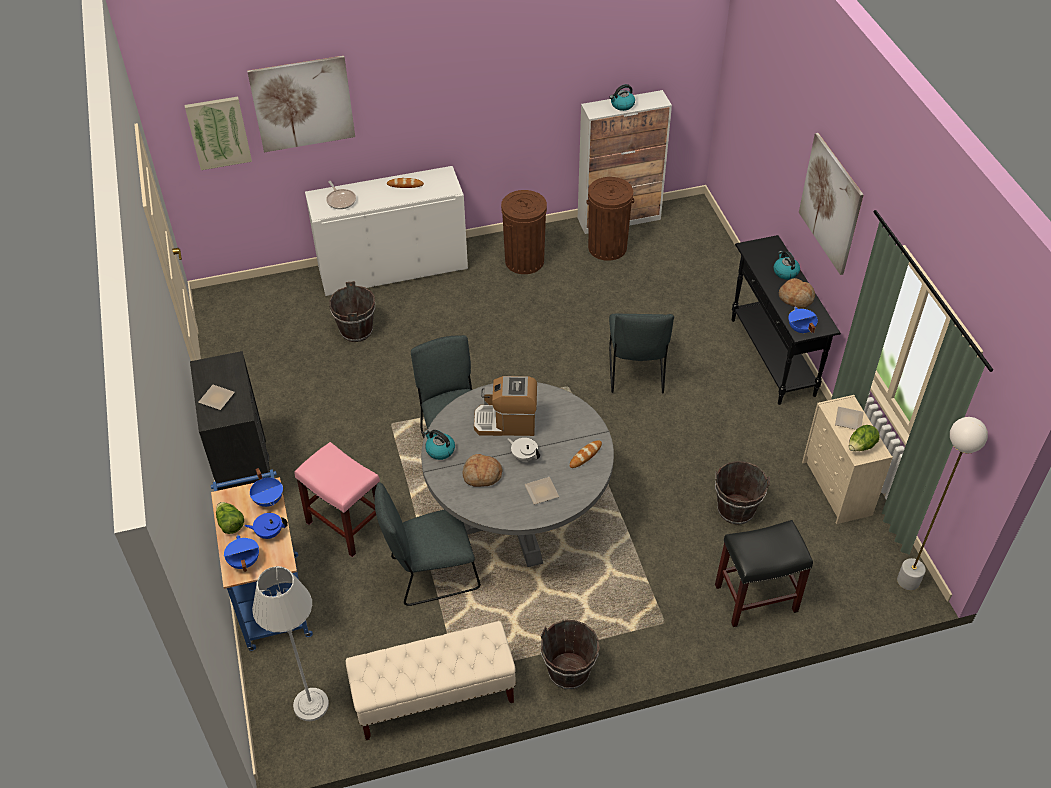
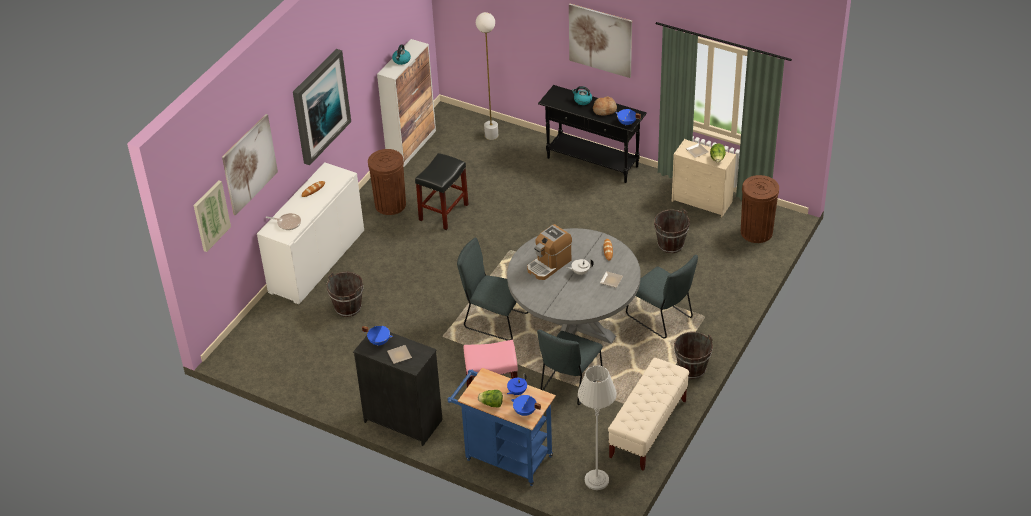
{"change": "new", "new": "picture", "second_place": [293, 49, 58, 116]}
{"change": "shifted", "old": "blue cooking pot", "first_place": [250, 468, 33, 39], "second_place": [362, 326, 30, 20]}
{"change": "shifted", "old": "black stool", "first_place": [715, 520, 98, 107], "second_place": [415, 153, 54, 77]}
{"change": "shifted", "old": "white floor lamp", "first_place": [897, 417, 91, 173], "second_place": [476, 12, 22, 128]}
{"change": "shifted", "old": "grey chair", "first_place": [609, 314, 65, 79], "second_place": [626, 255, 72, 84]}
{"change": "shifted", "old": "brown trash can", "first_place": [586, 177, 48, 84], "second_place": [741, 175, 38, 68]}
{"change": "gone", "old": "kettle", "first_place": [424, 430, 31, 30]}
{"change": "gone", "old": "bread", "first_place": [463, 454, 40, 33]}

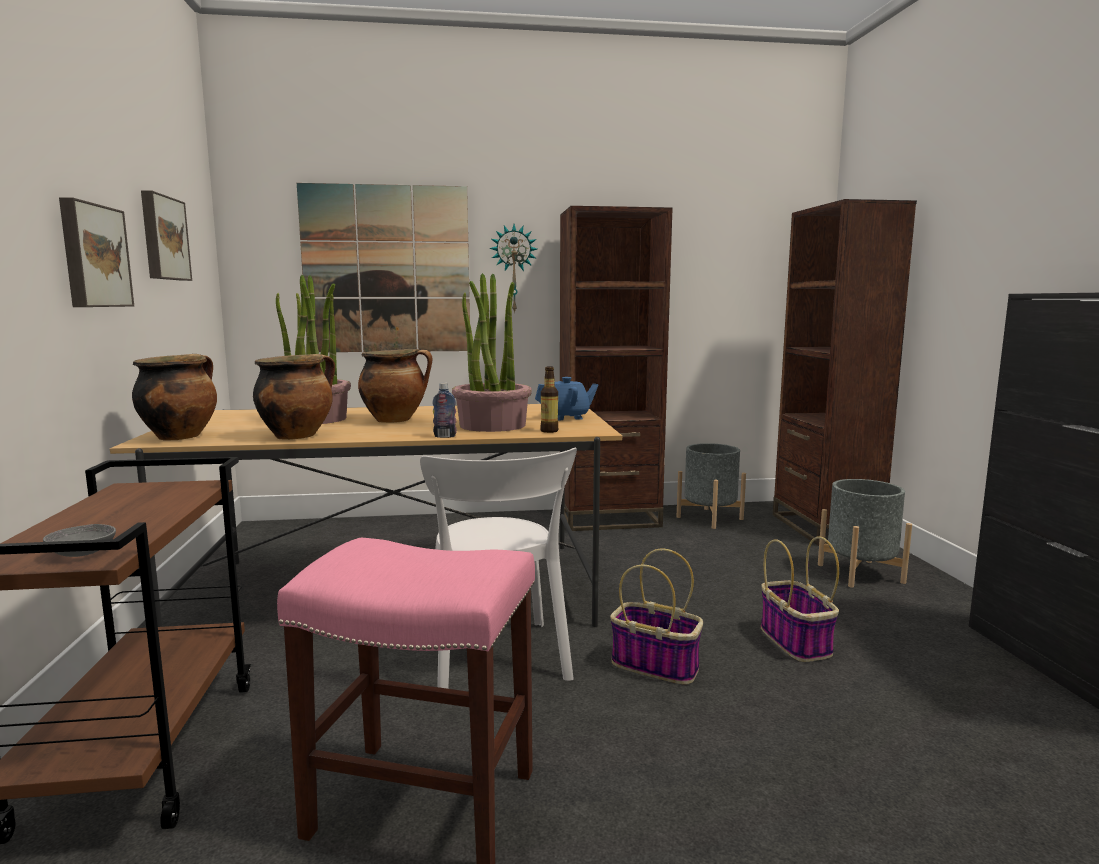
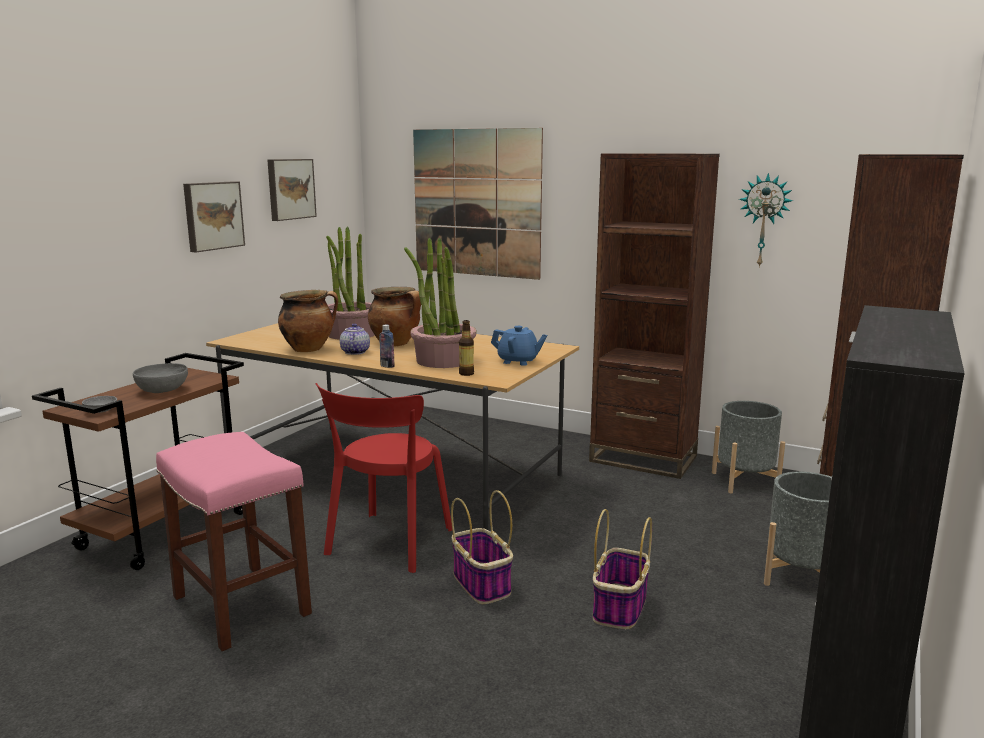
{"change": "new", "new": "grey bowl", "second_place": [133, 363, 55, 30]}
{"change": "repainted", "old": "white chair", "new": "red chair", "first_place": [420, 448, 157, 241], "second_place": [316, 383, 136, 190]}
{"change": "new", "new": "teapot", "second_place": [340, 323, 30, 32]}
{"change": "shifted", "old": "wall clock", "first_place": [490, 224, 47, 90], "second_place": [739, 173, 54, 95]}
{"change": "gone", "old": "cooking pot", "first_place": [132, 354, 85, 87]}

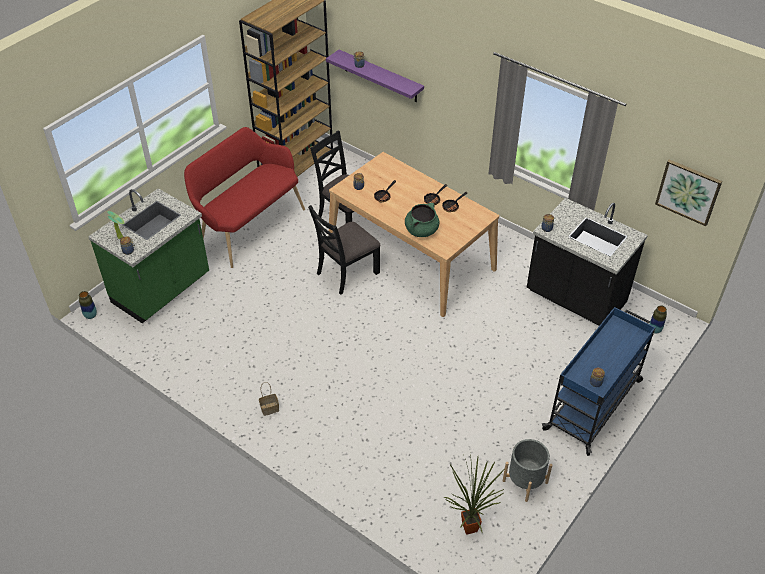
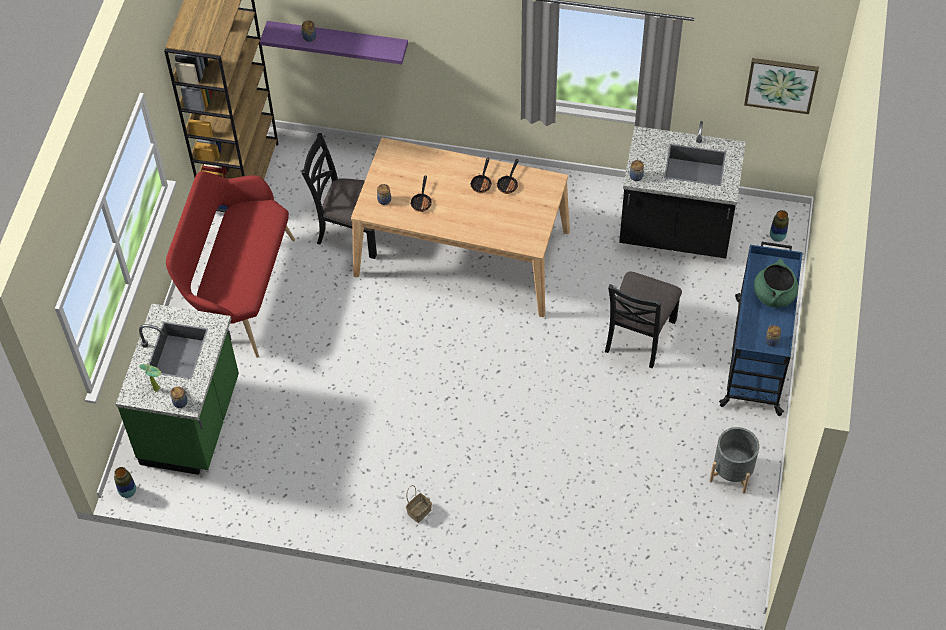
{"change": "shifted", "old": "black chair", "first_place": [308, 205, 72, 90], "second_place": [605, 272, 77, 96]}
{"change": "shifted", "old": "green cooking pot", "first_place": [405, 203, 34, 34], "second_place": [754, 259, 44, 49]}
{"change": "gone", "old": "potted plant", "first_place": [444, 454, 60, 81]}

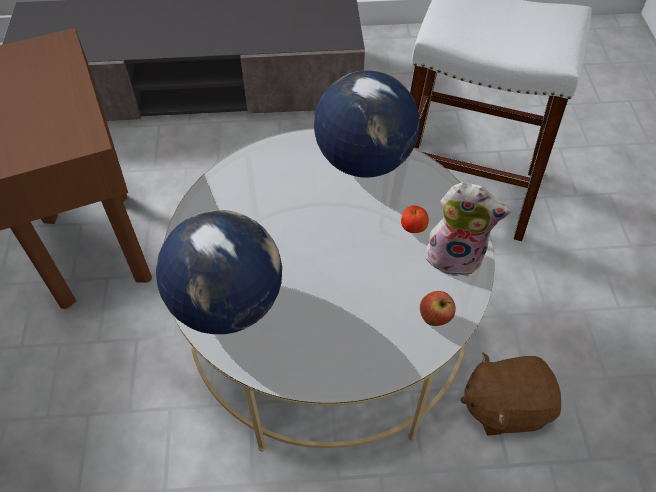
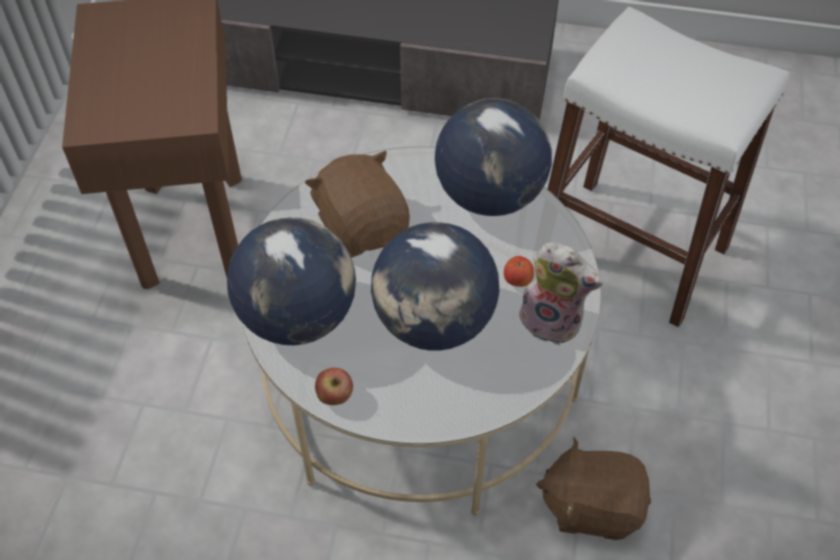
{"change": "new", "new": "brown plush toy", "second_place": [305, 151, 105, 106]}
{"change": "shifted", "old": "apple", "first_place": [420, 291, 36, 35], "second_place": [315, 368, 38, 37]}
{"change": "new", "new": "globe", "second_place": [371, 222, 128, 129]}

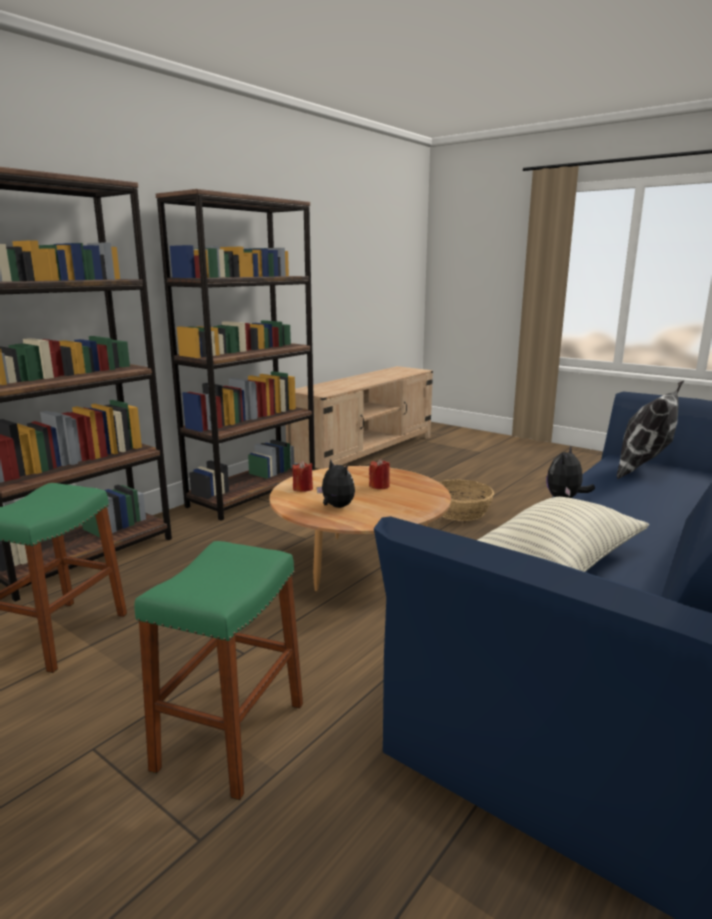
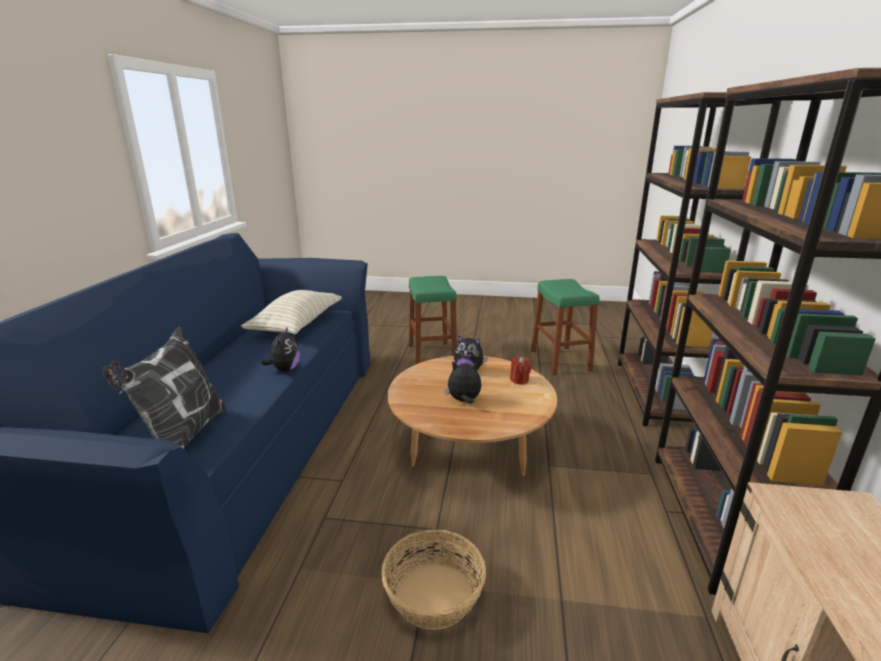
{"change": "swapped", "old": "red candle", "new": "plush toy", "first_place": [369, 459, 21, 30], "second_place": [445, 361, 36, 43]}

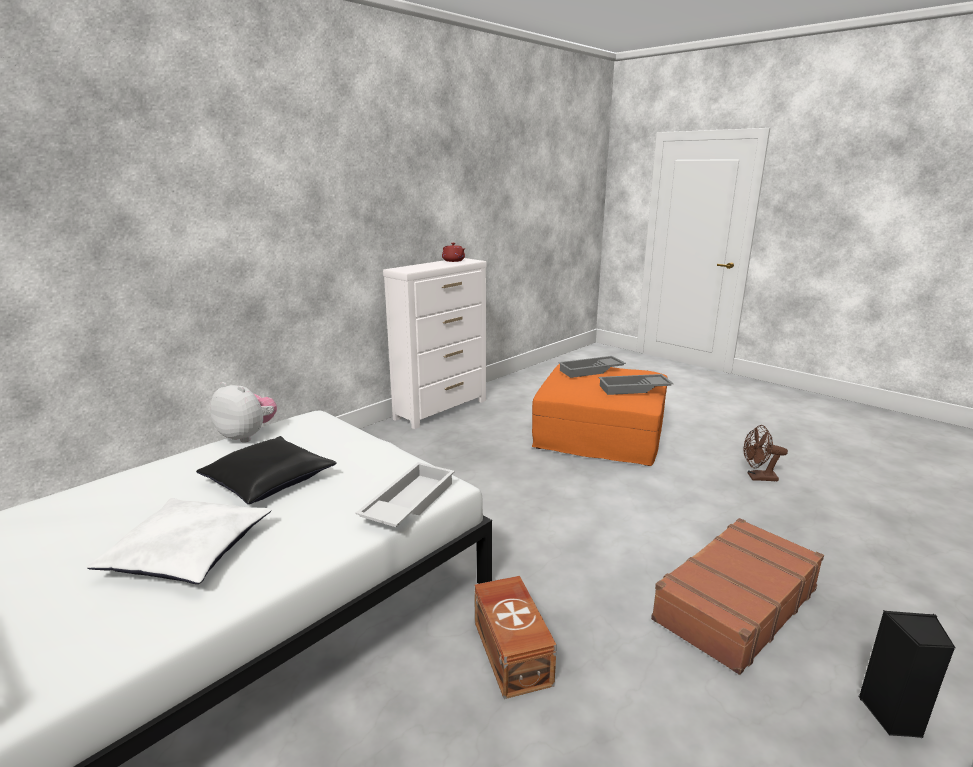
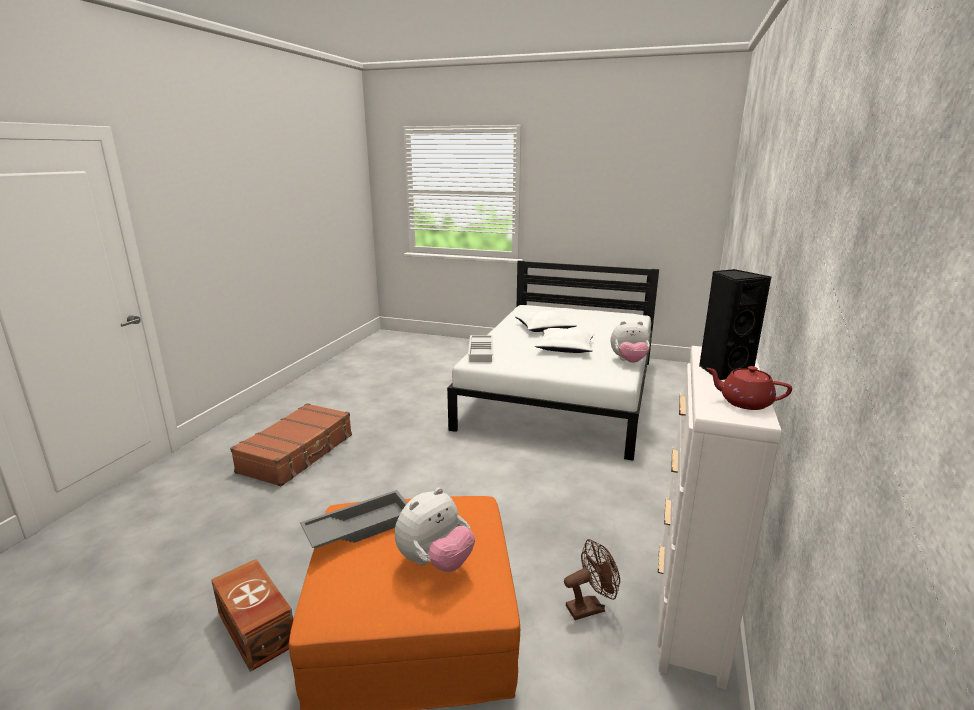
{"change": "shifted", "old": "brown storage box", "first_place": [474, 576, 83, 123], "second_place": [211, 559, 82, 113]}
{"change": "swapped", "old": "grey tray", "new": "plush toy", "first_place": [558, 356, 68, 22], "second_place": [395, 488, 80, 84]}
{"change": "repainted", "old": "black pillow", "new": "white pillow", "first_place": [196, 436, 141, 68], "second_place": [535, 328, 59, 25]}
{"change": "shifted", "old": "brown fan", "first_place": [743, 425, 45, 56], "second_place": [564, 539, 56, 81]}
{"change": "shifted", "old": "black speaker", "first_place": [858, 610, 97, 128], "second_place": [699, 269, 72, 111]}

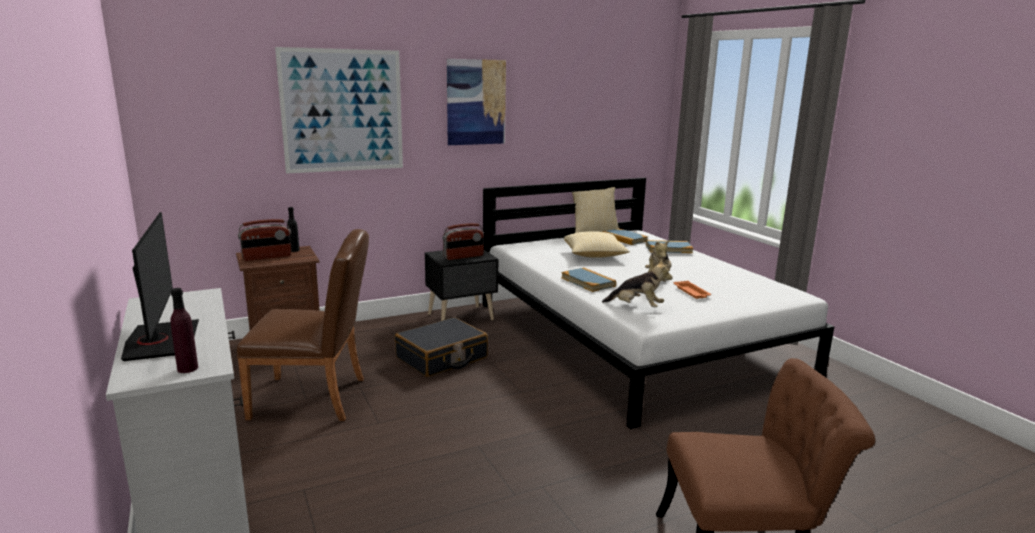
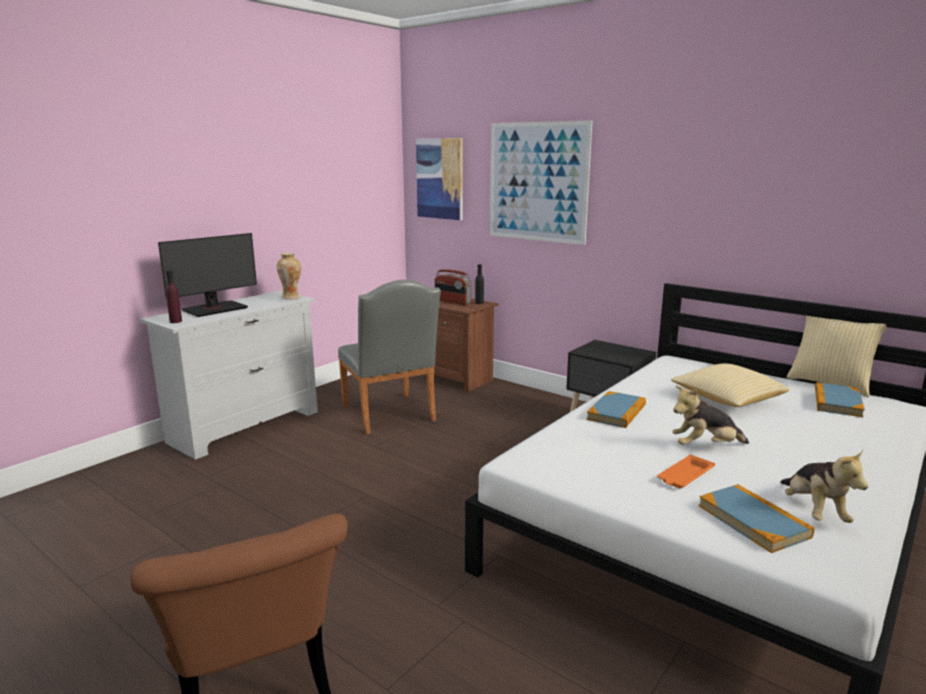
{"change": "new", "new": "vase", "second_place": [276, 253, 25, 47]}
{"change": "repainted", "old": "brown chair", "new": "grey chair", "first_place": [237, 229, 132, 192], "second_place": [338, 280, 103, 154]}
{"change": "shifted", "old": "picture", "first_place": [447, 59, 59, 86], "second_place": [416, 138, 47, 82]}
{"change": "shifted", "old": "book", "first_place": [646, 240, 47, 13], "second_place": [699, 484, 115, 69]}
{"change": "shifted", "old": "plush toy", "first_place": [602, 259, 71, 48], "second_place": [780, 450, 88, 73]}
{"change": "gone", "old": "black suitcase", "first_place": [395, 317, 93, 60]}
{"change": "gone", "old": "radio", "first_place": [443, 223, 41, 37]}

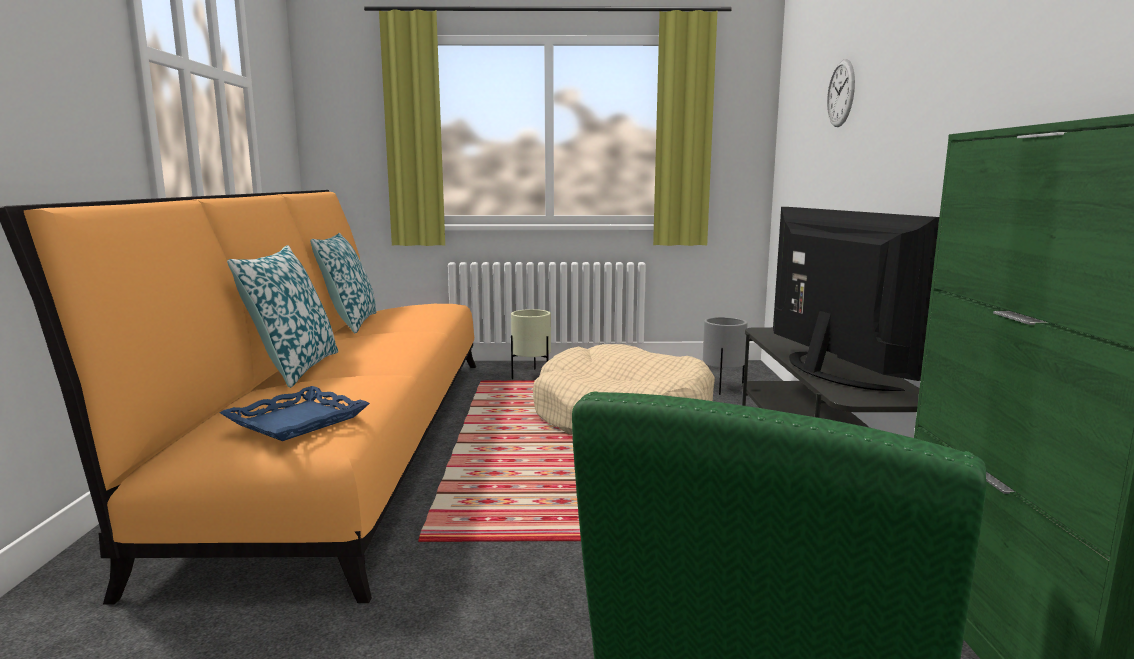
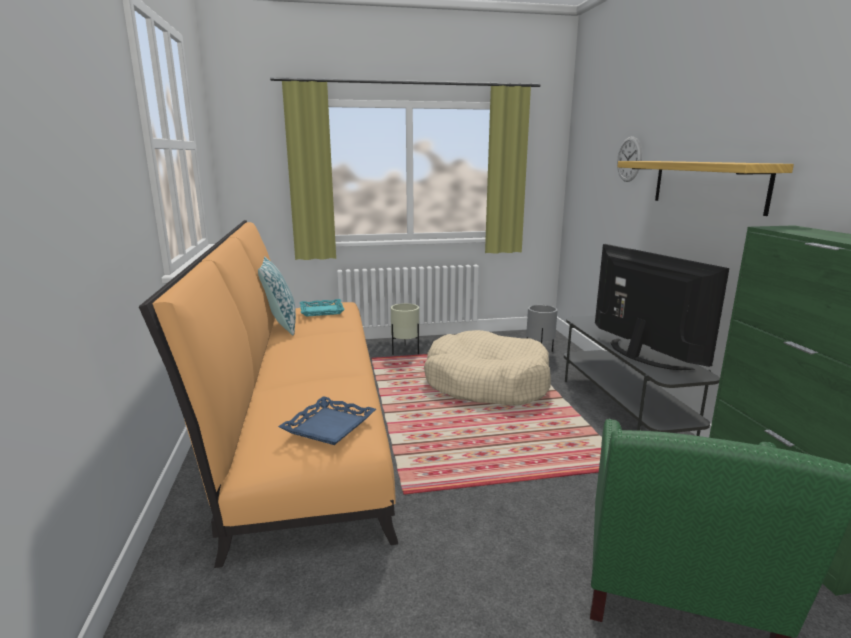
{"change": "new", "new": "turquoise tray", "second_place": [300, 299, 45, 18]}
{"change": "new", "new": "shelf", "second_place": [617, 161, 177, 55]}
{"change": "gone", "old": "pillow", "first_place": [227, 245, 111, 143]}

